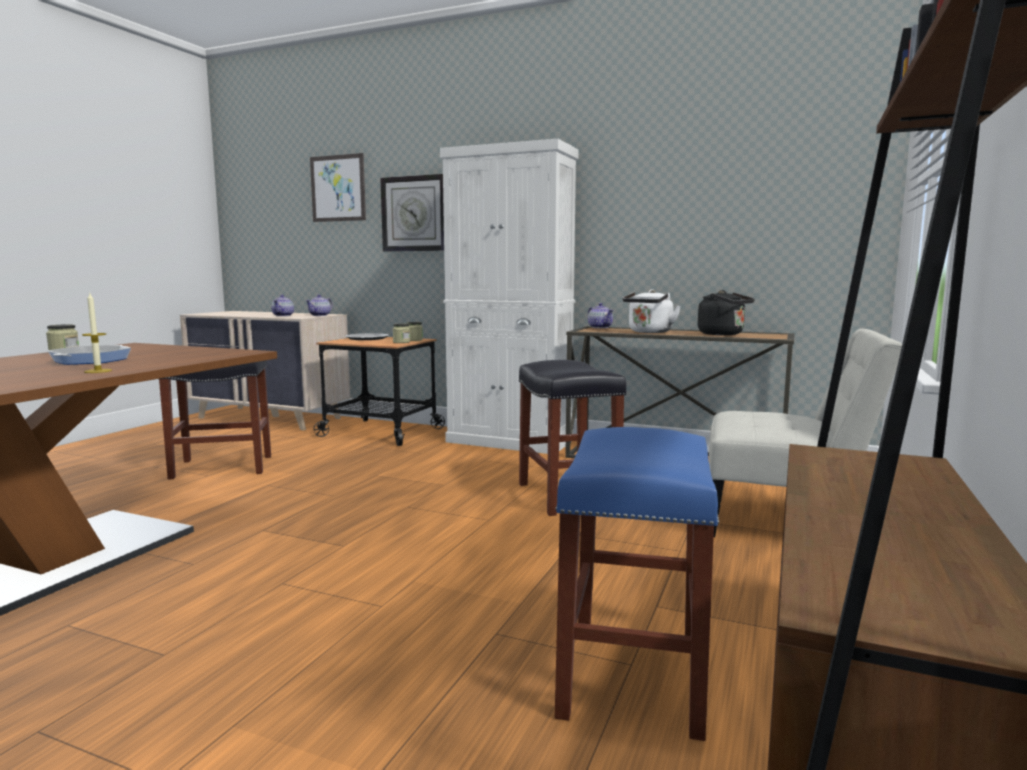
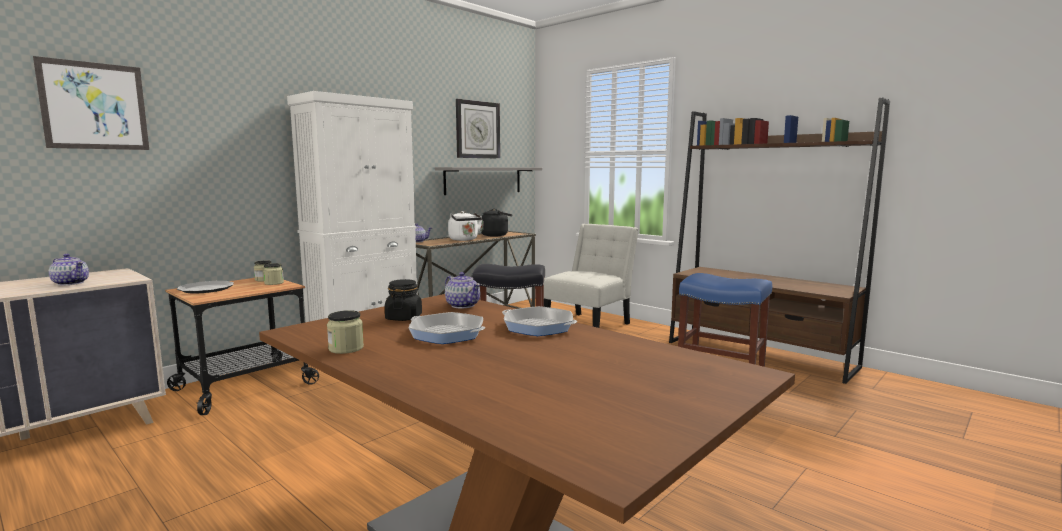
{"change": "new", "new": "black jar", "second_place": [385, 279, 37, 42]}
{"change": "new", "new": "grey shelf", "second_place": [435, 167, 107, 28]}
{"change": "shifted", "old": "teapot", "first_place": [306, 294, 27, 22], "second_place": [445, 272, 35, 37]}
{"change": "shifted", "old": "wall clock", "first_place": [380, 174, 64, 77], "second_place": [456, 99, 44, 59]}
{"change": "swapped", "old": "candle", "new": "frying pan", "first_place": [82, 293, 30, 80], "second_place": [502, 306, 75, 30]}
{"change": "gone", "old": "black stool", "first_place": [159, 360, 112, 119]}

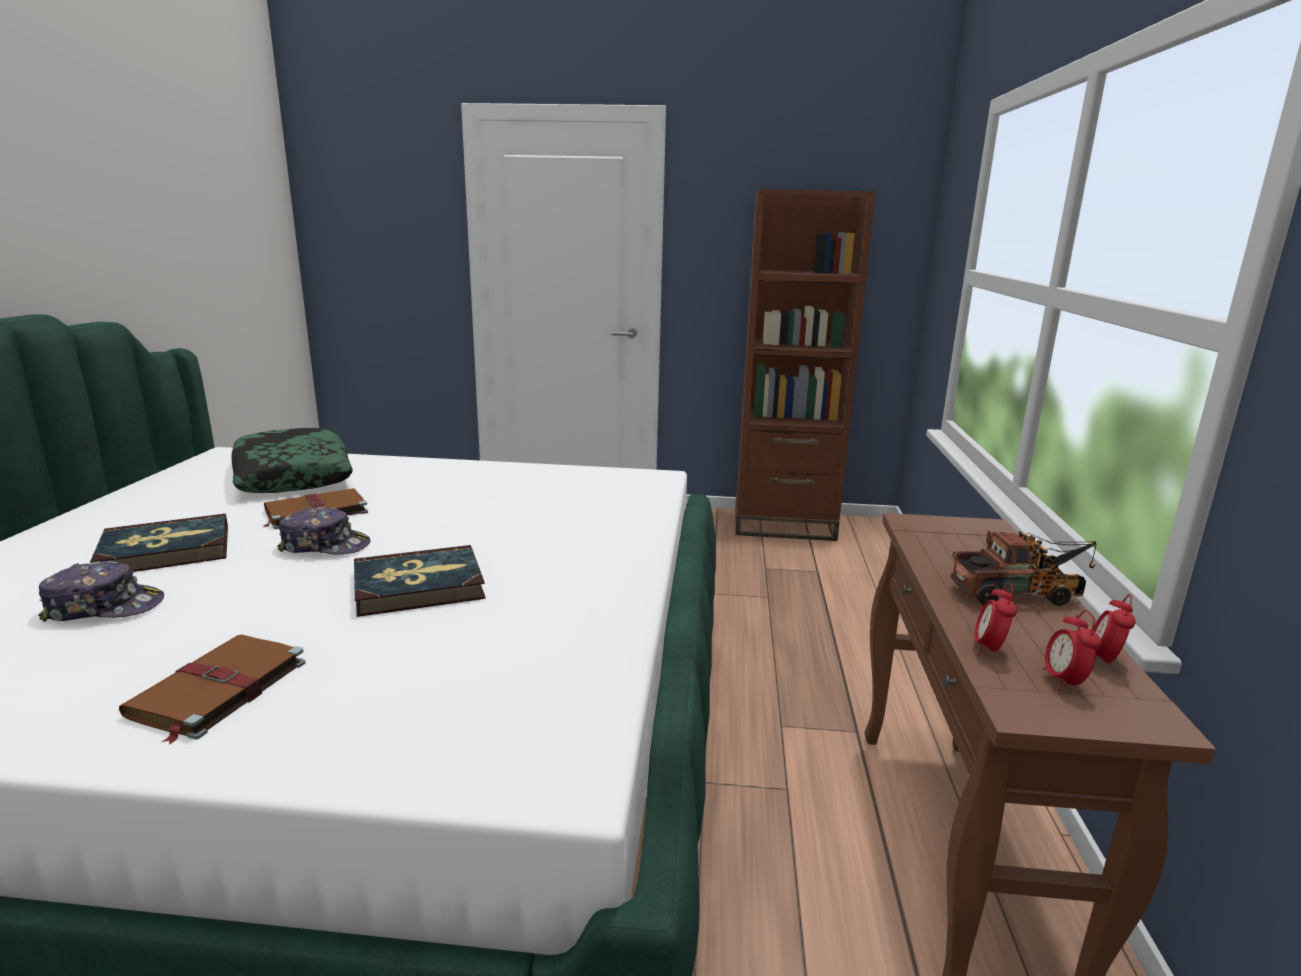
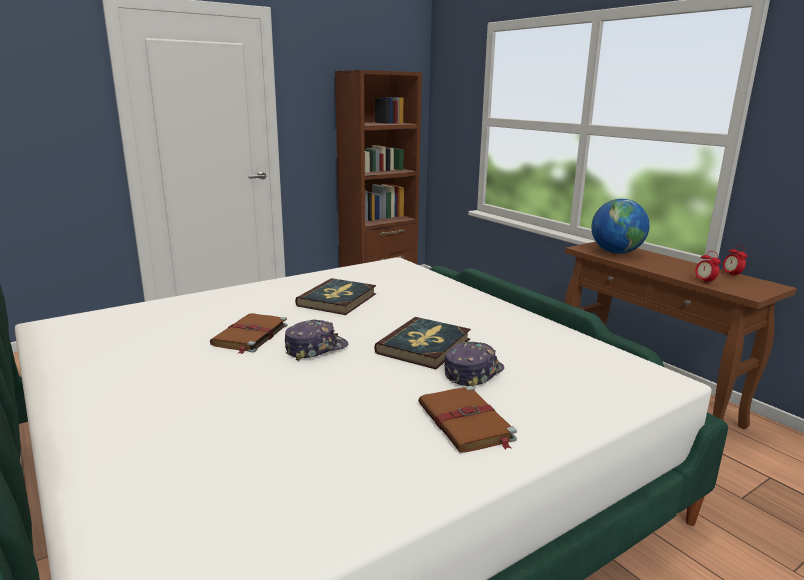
{"change": "shifted", "old": "book", "first_place": [90, 514, 138, 58], "second_place": [295, 278, 81, 37]}
{"change": "shifted", "old": "cap", "first_place": [38, 561, 126, 61], "second_place": [444, 342, 60, 45]}
{"change": "new", "new": "globe", "second_place": [591, 199, 59, 55]}
{"change": "gone", "old": "pillow", "first_place": [232, 428, 121, 65]}
{"change": "gone", "old": "toy truck", "first_place": [951, 531, 146, 75]}
{"change": "gone", "old": "alarm clock", "first_place": [1043, 610, 58, 81]}

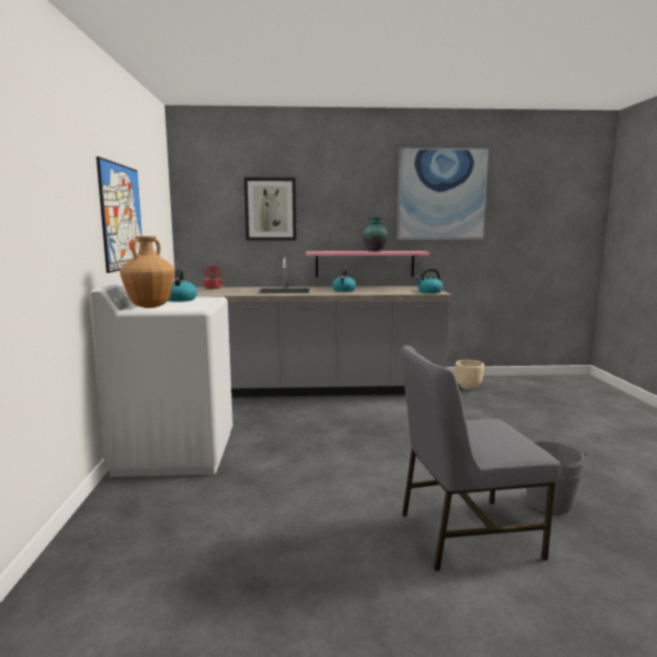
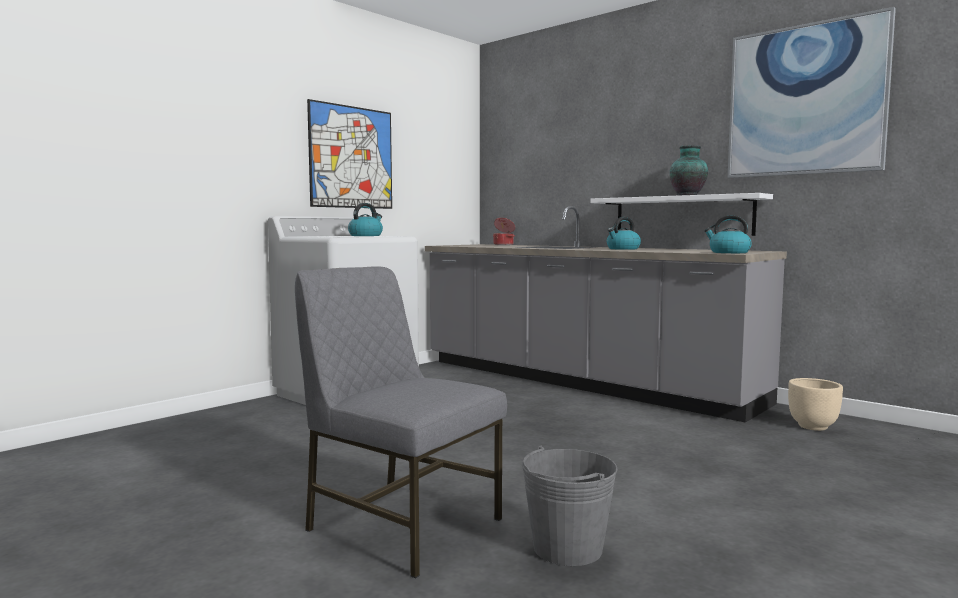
{"change": "repainted", "old": "pink shelf", "new": "white shelf", "first_place": [306, 251, 123, 26], "second_place": [591, 193, 182, 43]}
{"change": "gone", "old": "brown vase", "first_place": [120, 236, 55, 72]}
{"change": "gone", "old": "picture", "first_place": [244, 177, 52, 64]}

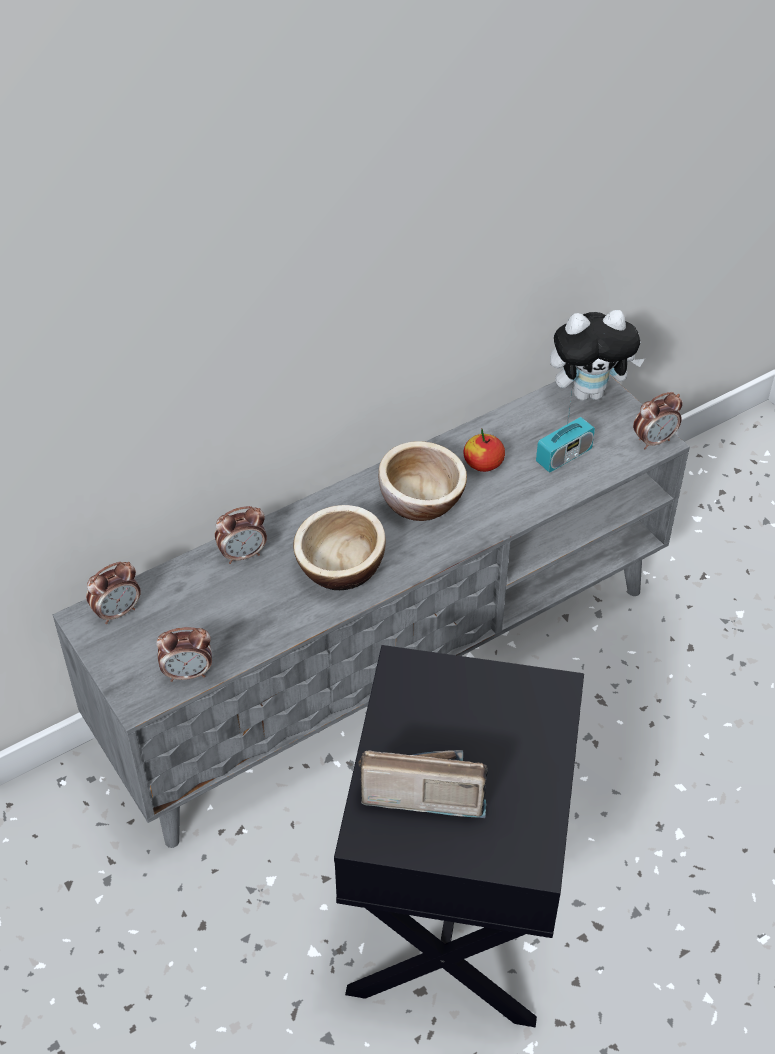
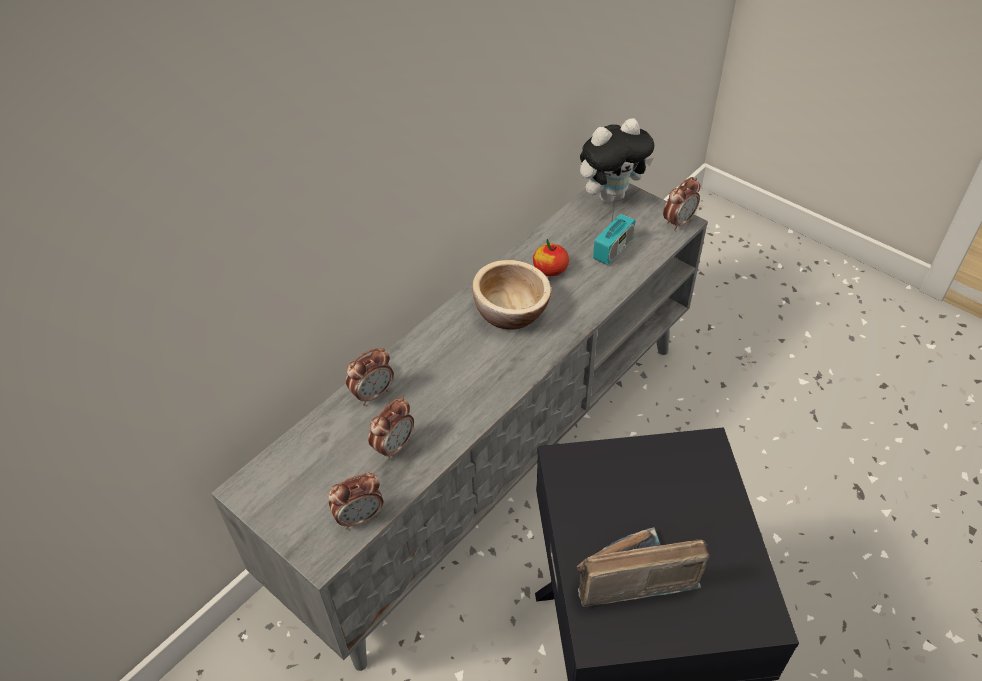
{"change": "shifted", "old": "alarm clock", "first_place": [86, 562, 55, 62], "second_place": [368, 397, 46, 63]}
{"change": "gone", "old": "bowl", "first_place": [293, 505, 93, 85]}

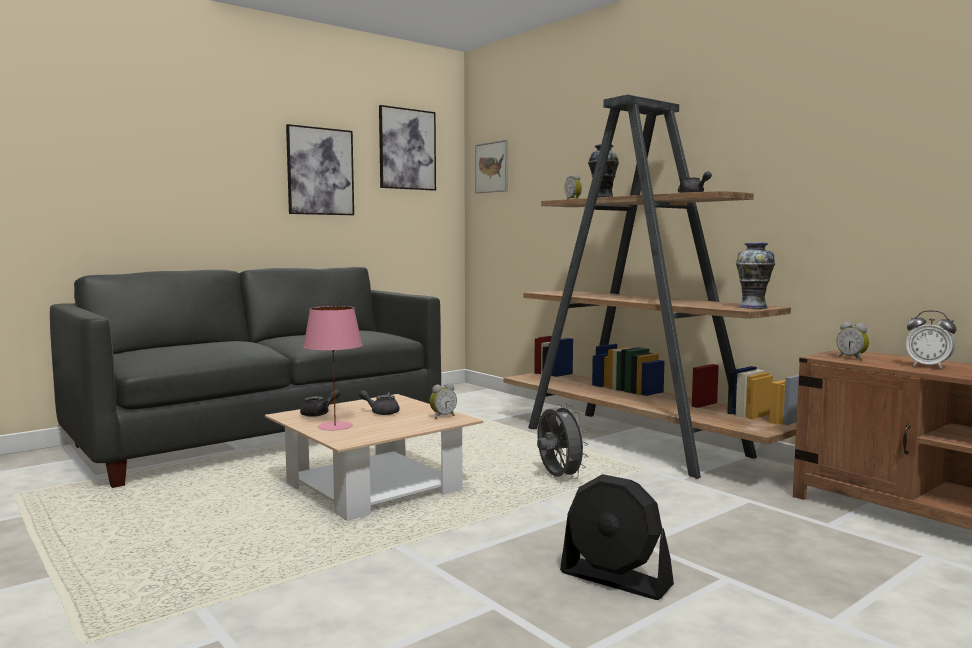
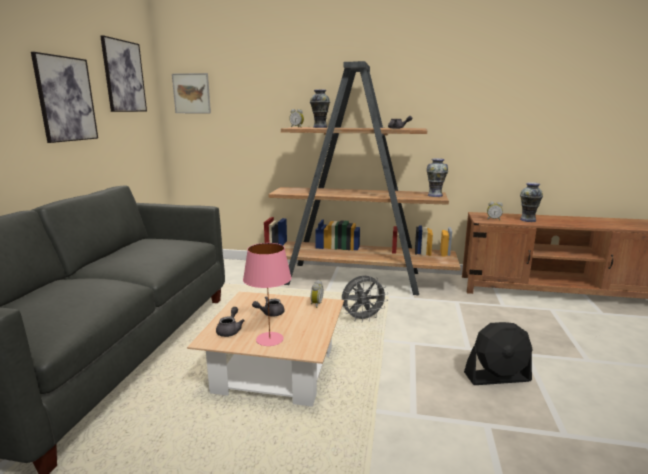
{"change": "rotated", "old": "grey fan", "first_place": [537, 403, 52, 76], "second_place": [342, 275, 46, 47], "degrees": 135}
{"change": "swapped", "old": "alarm clock", "new": "vase", "first_place": [906, 310, 50, 59], "second_place": [520, 182, 23, 40]}

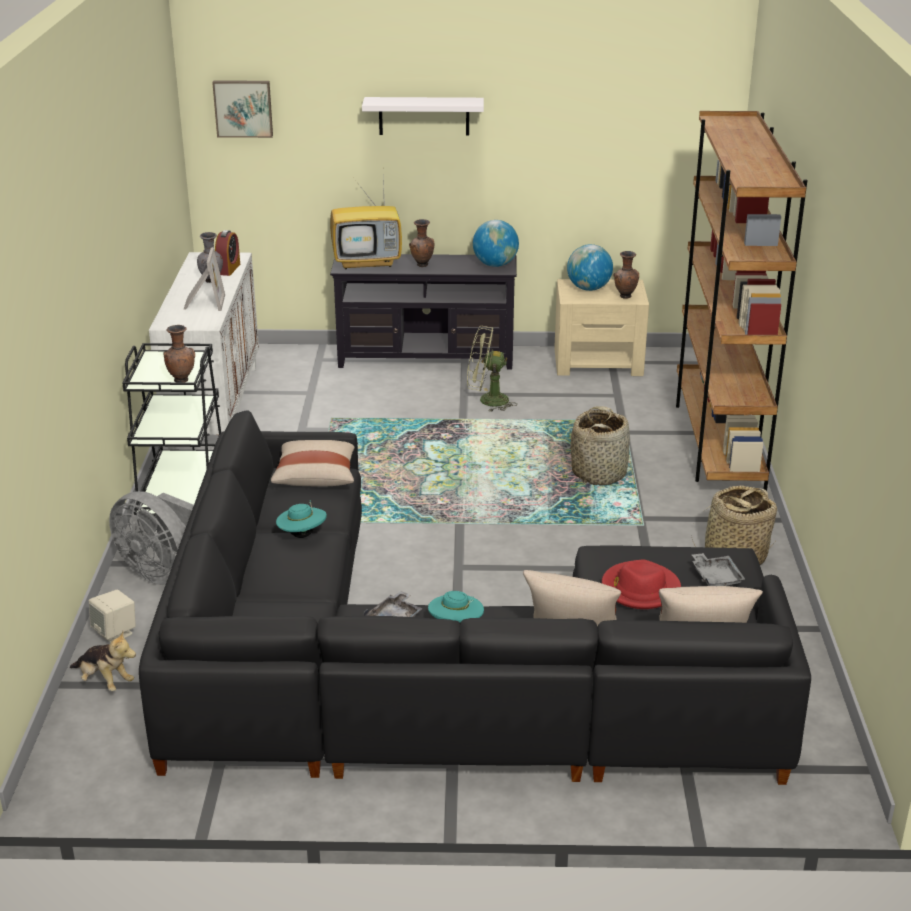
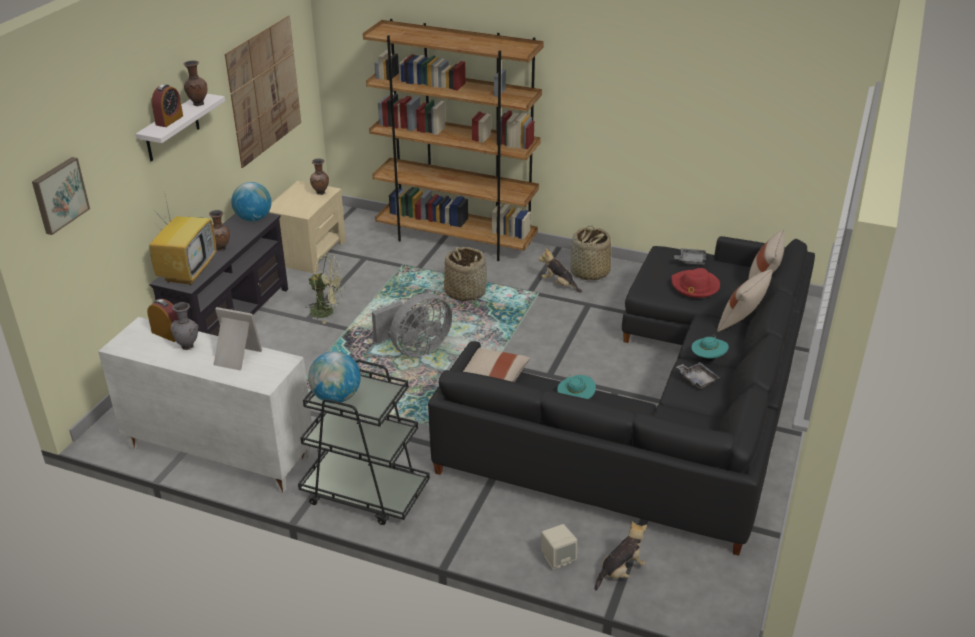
{"change": "new", "new": "alarm clock", "second_place": [152, 84, 31, 43]}
{"change": "shifted", "old": "brown vase", "first_place": [164, 325, 31, 57], "second_place": [183, 60, 24, 46]}
{"change": "new", "new": "picture", "second_place": [225, 16, 76, 152]}
{"change": "rotated", "old": "green fan", "first_place": [467, 326, 50, 86], "second_place": [305, 255, 40, 69], "degrees": -105}
{"change": "shifted", "old": "globe", "first_place": [567, 244, 46, 47], "second_place": [308, 351, 53, 52]}
{"change": "shifted", "old": "grey fan", "first_place": [109, 491, 85, 94], "second_place": [372, 293, 80, 64]}
{"change": "new", "new": "plush toy", "second_place": [539, 248, 43, 45]}

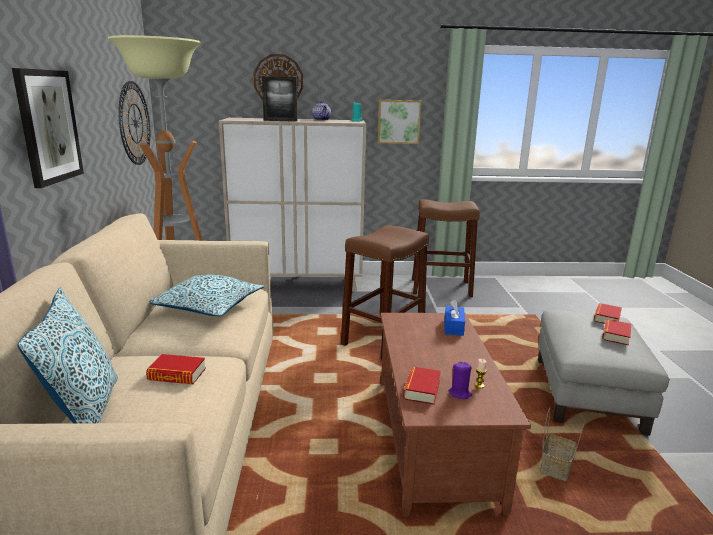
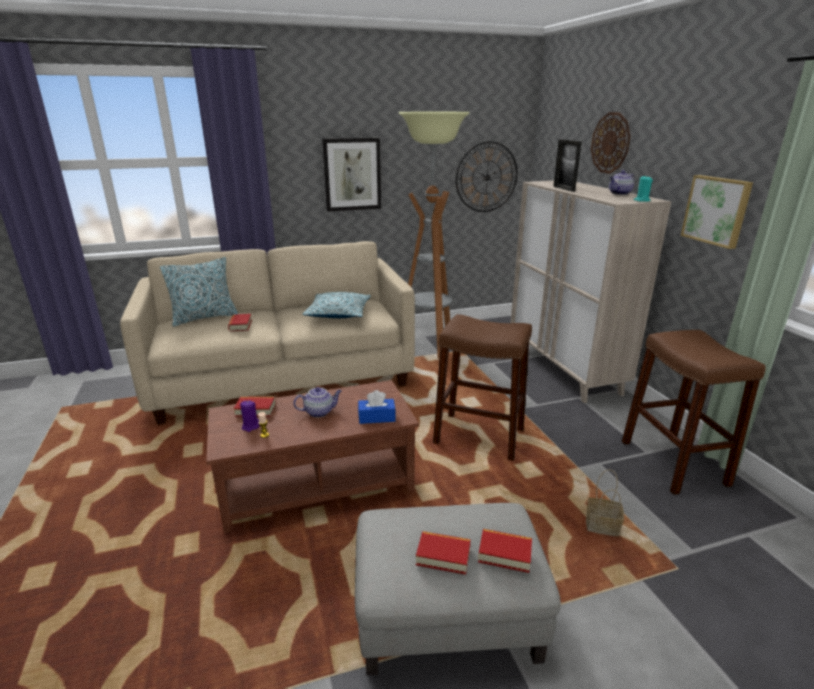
{"change": "new", "new": "teapot", "second_place": [293, 387, 49, 31]}
{"change": "shifted", "old": "basket", "first_place": [540, 408, 46, 73], "second_place": [586, 469, 38, 67]}

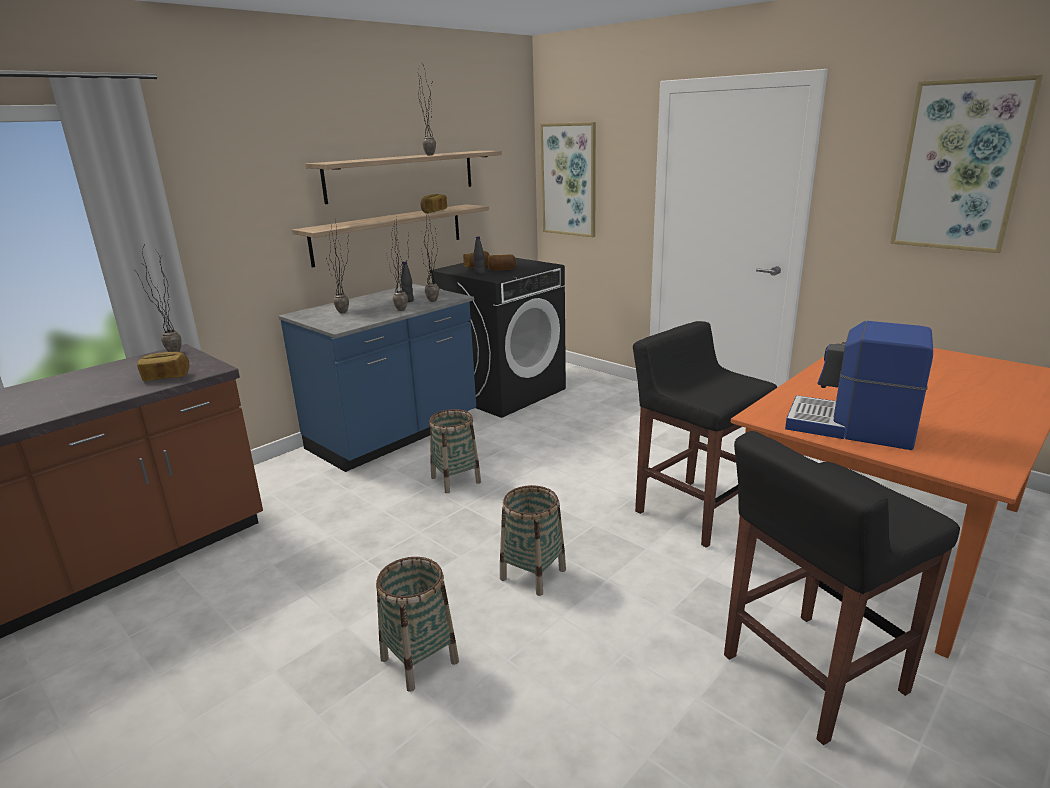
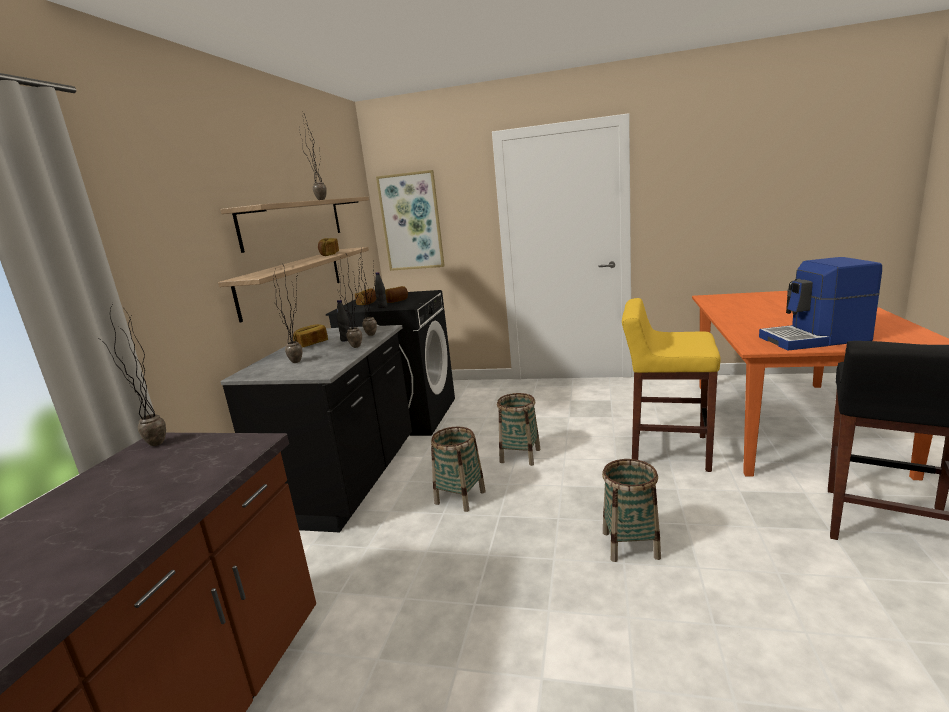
{"change": "repainted", "old": "blue counter", "new": "black counter", "first_place": [279, 284, 197, 188], "second_place": [221, 325, 191, 208]}
{"change": "shifted", "old": "bread", "first_place": [137, 352, 52, 29], "second_place": [293, 324, 35, 24]}
{"change": "shifted", "old": "basket", "first_place": [376, 557, 83, 135], "second_place": [497, 393, 44, 73]}
{"change": "repainted", "old": "black stool", "new": "yellow stool", "first_place": [633, 321, 144, 227], "second_place": [622, 298, 99, 174]}
{"change": "gone", "old": "picture", "first_place": [890, 75, 153, 178]}

